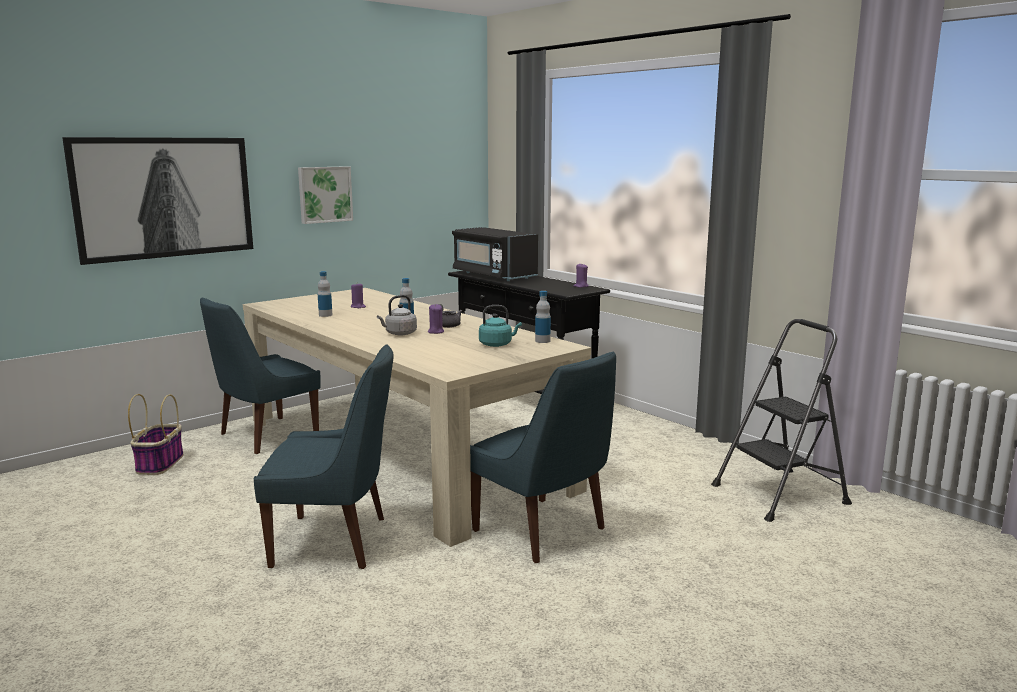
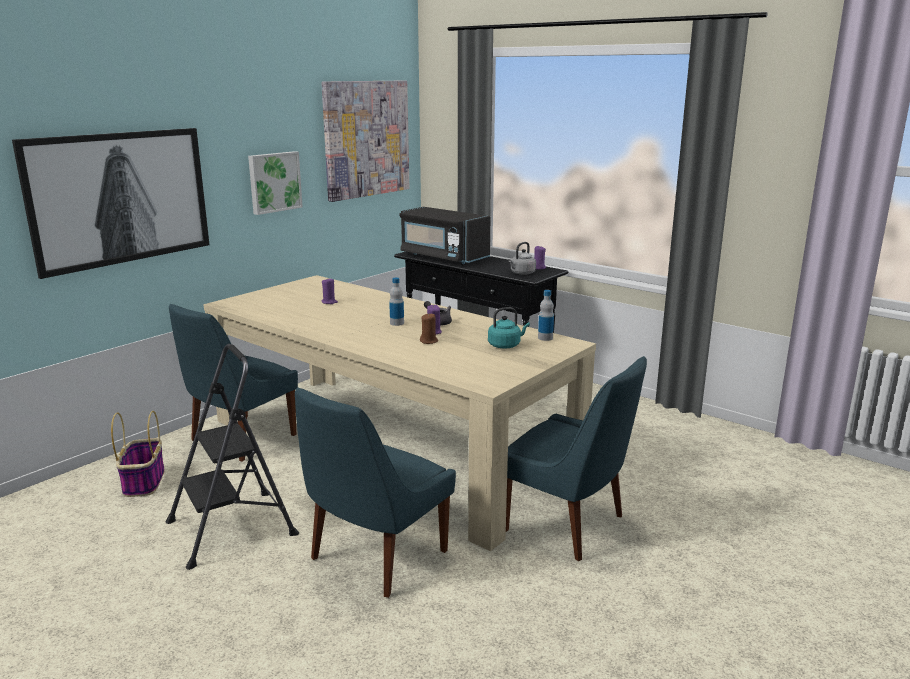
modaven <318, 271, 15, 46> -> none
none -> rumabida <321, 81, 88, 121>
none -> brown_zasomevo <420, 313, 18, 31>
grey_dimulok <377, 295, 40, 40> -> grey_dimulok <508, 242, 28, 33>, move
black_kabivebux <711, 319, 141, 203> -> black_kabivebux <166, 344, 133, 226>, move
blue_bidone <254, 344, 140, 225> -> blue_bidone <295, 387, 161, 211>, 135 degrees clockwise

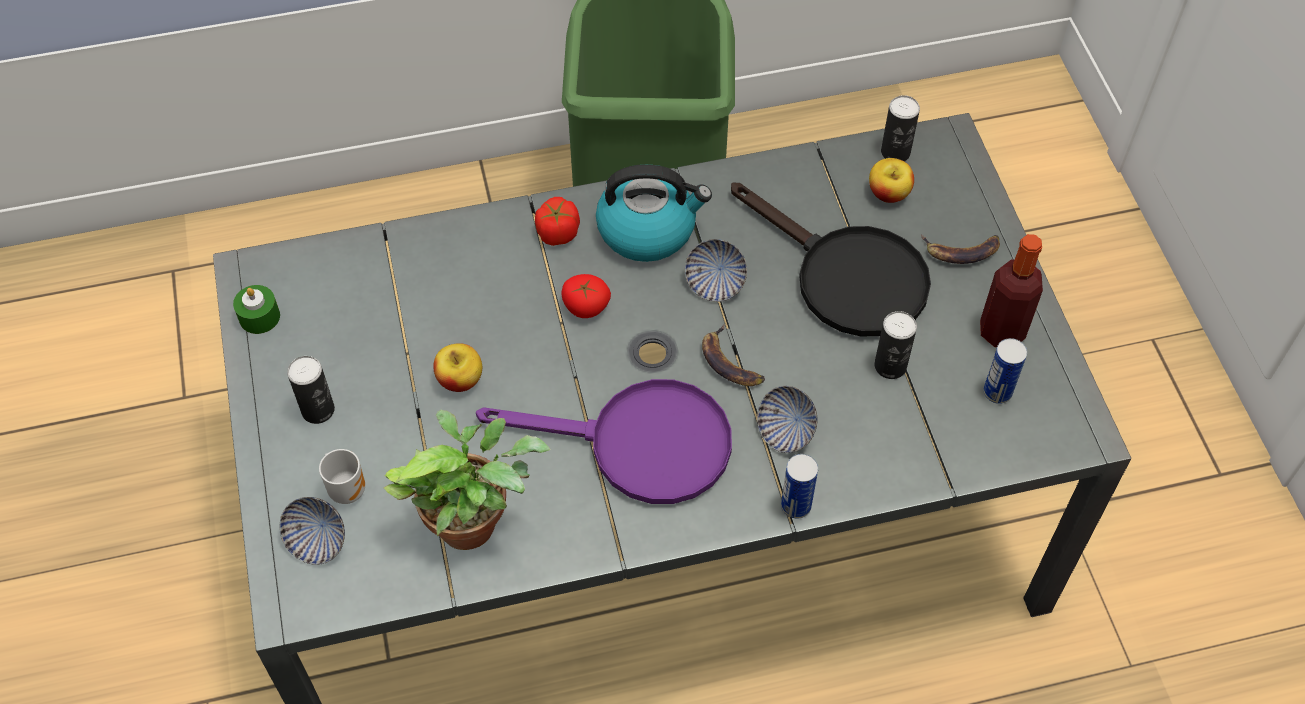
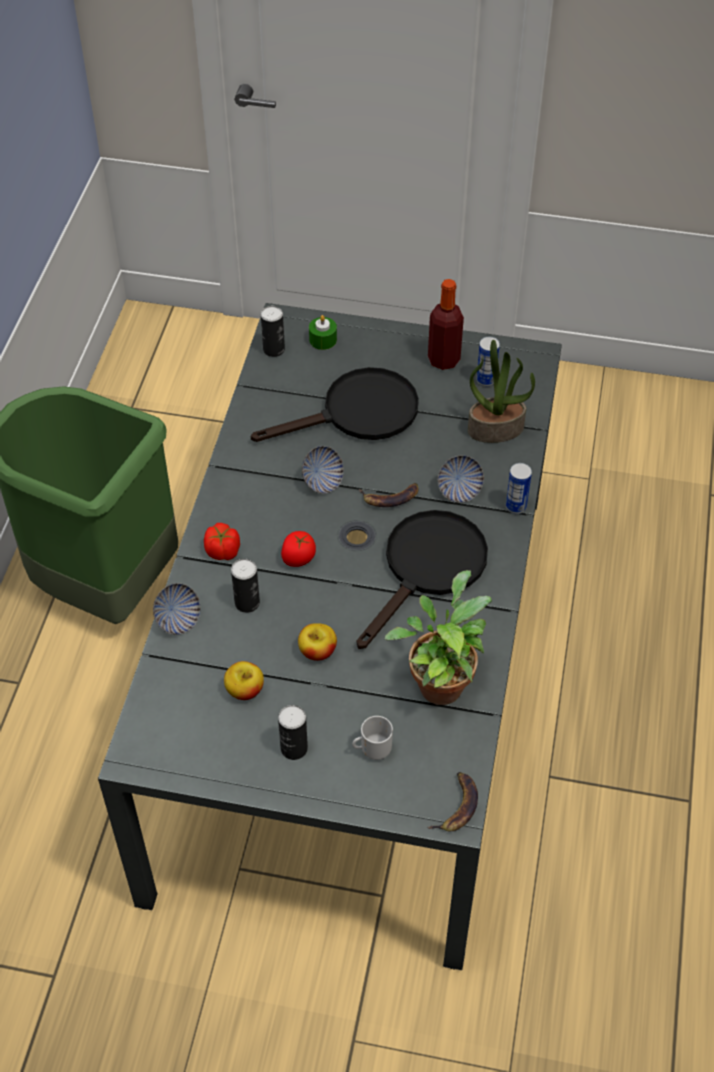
dimulok <596, 164, 116, 98> -> none
none -> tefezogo <468, 340, 67, 103>
green_zasomevo <233, 285, 47, 49> -> green_zasomevo <309, 315, 28, 35>, move
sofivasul <279, 497, 66, 68> -> sofivasul <153, 583, 48, 52>, move
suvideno <869, 158, 45, 45> -> suvideno <224, 661, 40, 39>, move
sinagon <874, 311, 43, 68> -> sinagon <231, 559, 29, 54>, move
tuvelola <921, 235, 79, 29> -> tuvelola <427, 772, 51, 59>, move
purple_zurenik <476, 379, 256, 125> -> black_zurenik <357, 510, 131, 139>

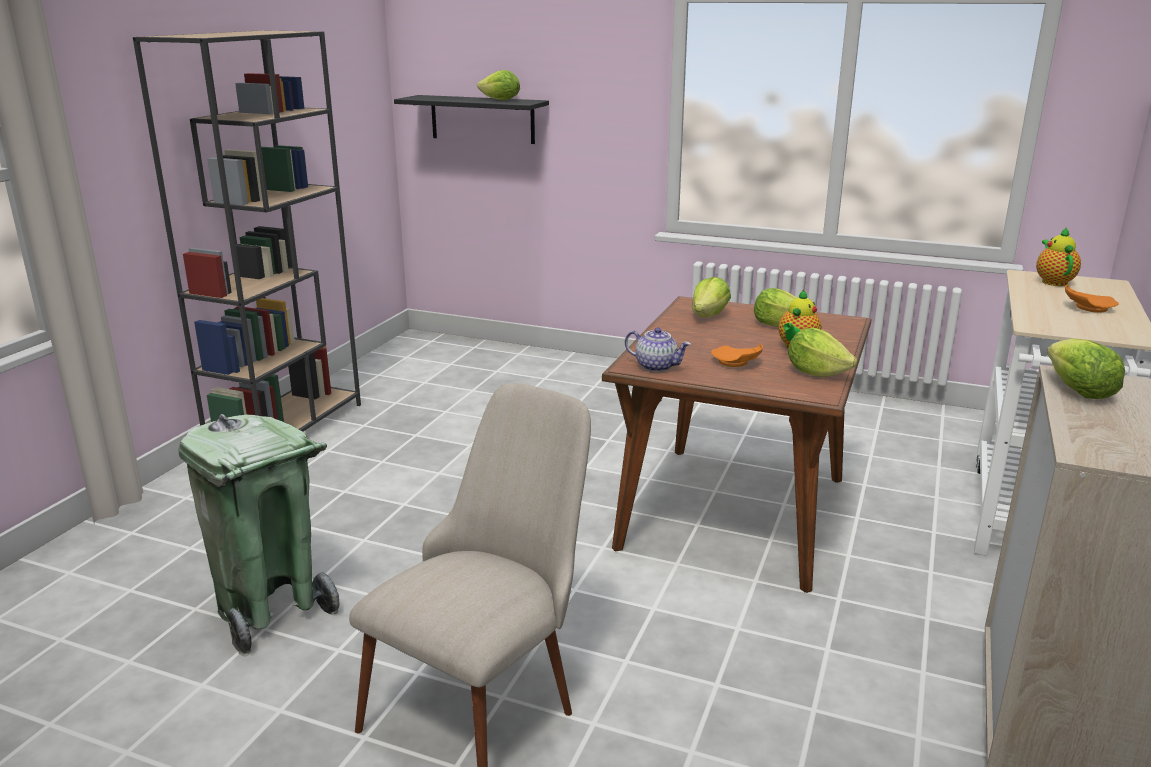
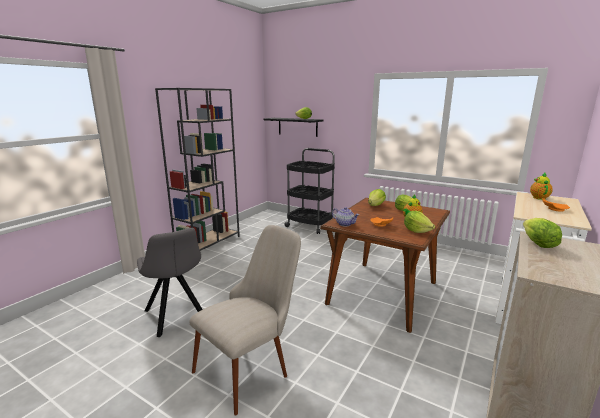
none -> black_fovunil <284, 148, 51, 86>
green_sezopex <178, 414, 162, 242> -> grey_bidone <137, 228, 66, 109>

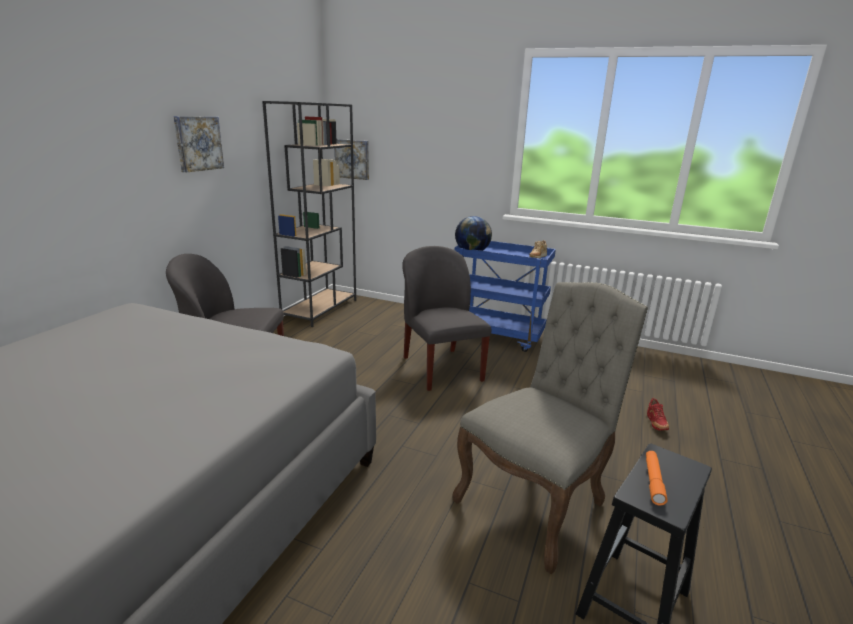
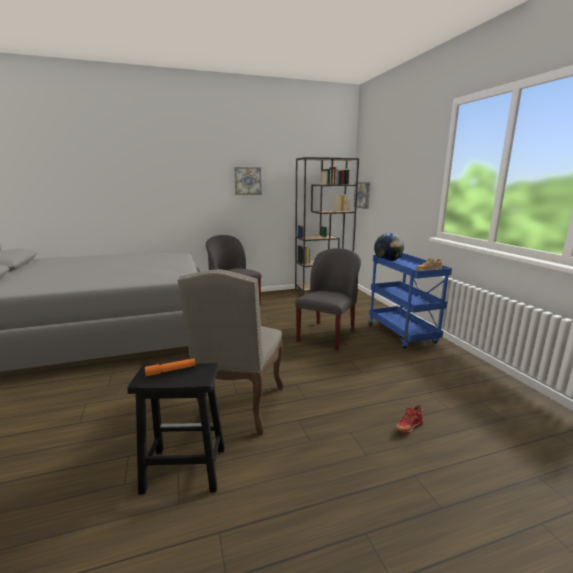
grey_bidone <452, 282, 196, 292> -> grey_bidone <178, 269, 105, 166>, 90 degrees clockwise

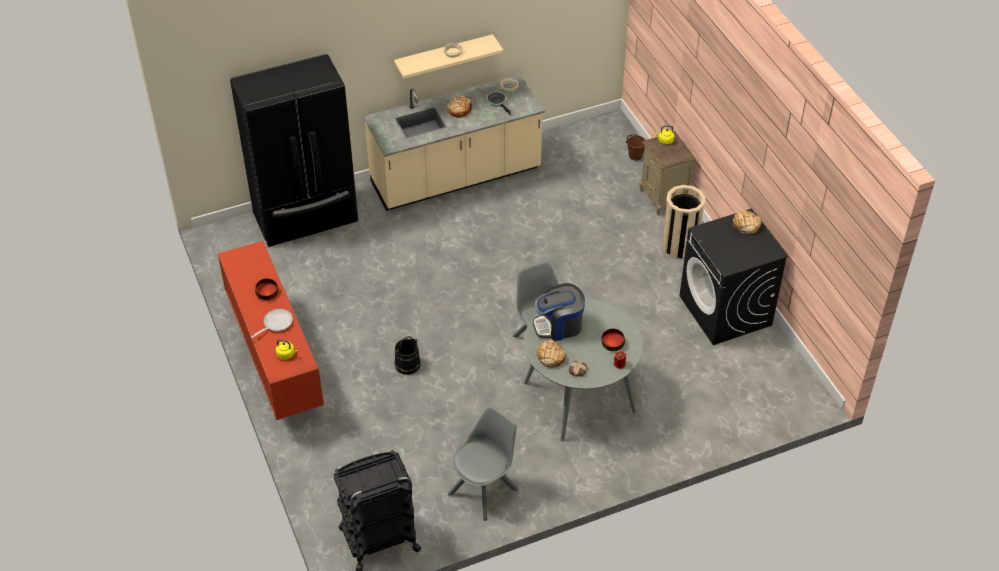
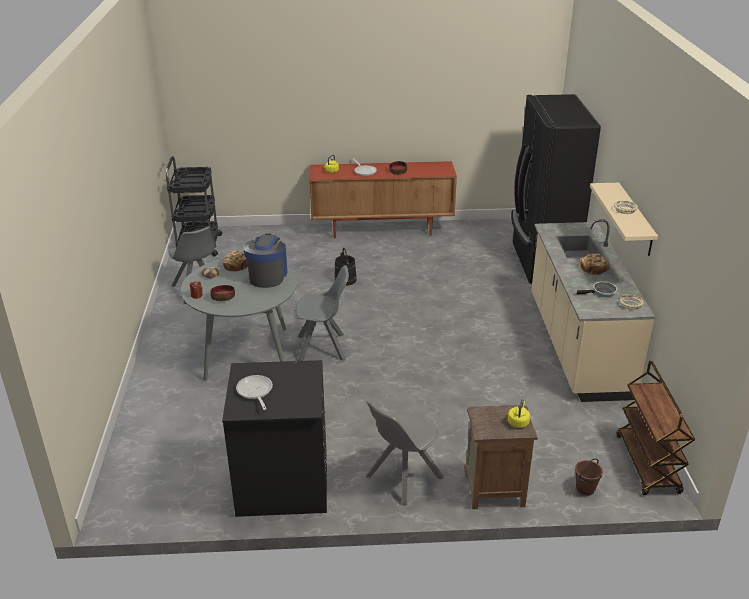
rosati <733, 210, 28, 25> -> none
none -> zurenik <236, 375, 37, 35>
none -> brown_fovunil <616, 361, 79, 134>
beige_sezopex <662, 185, 44, 75> -> grey_bidone <366, 400, 78, 106>

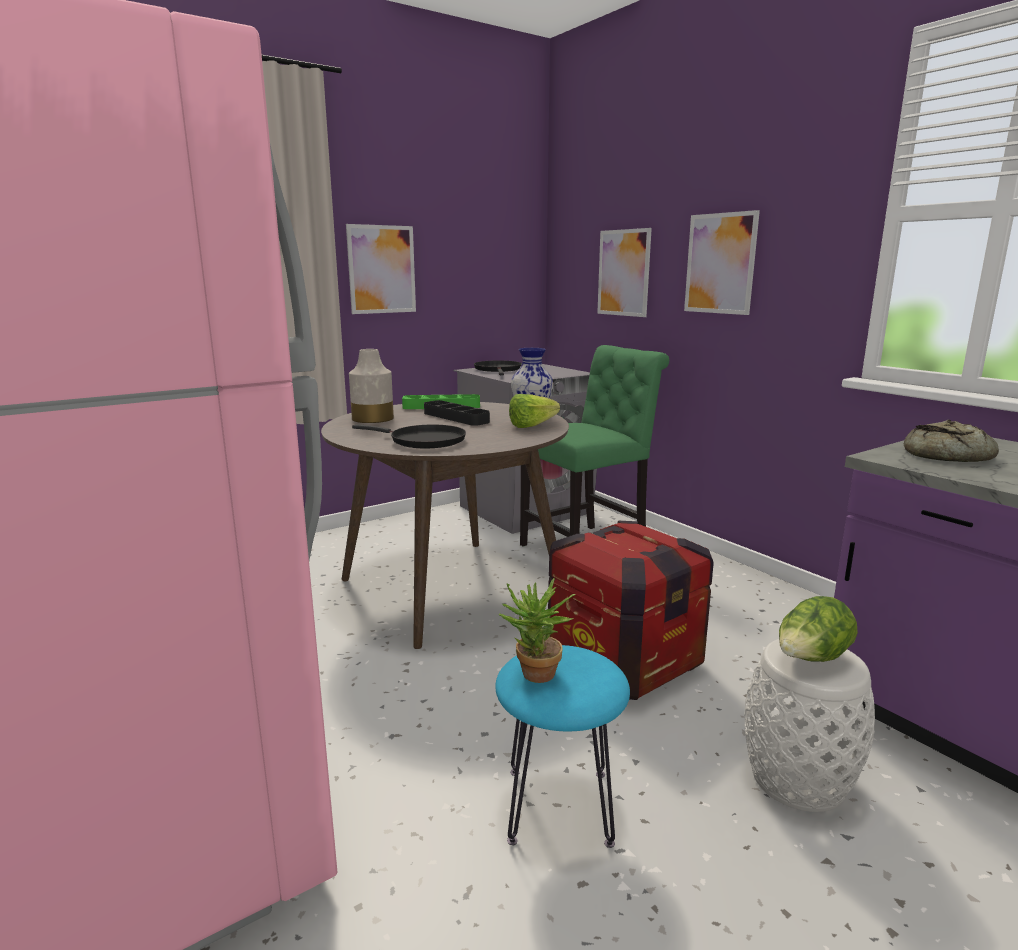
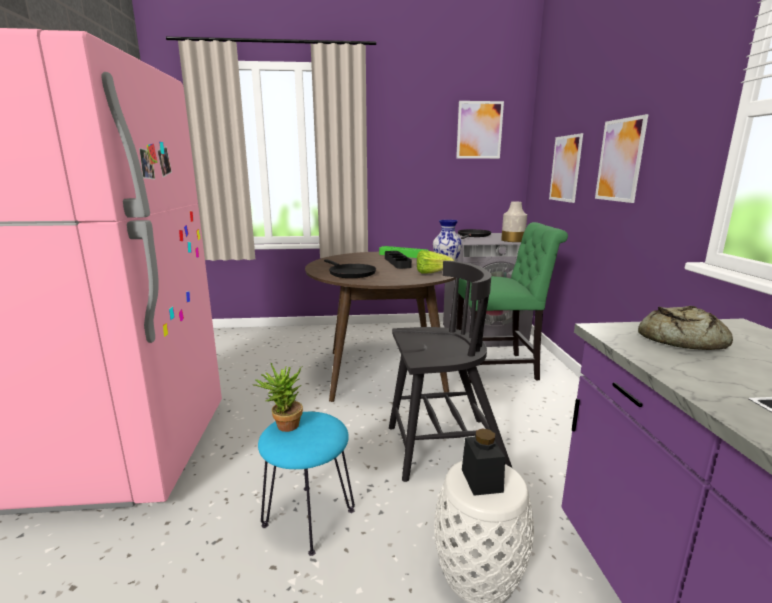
rumabida <346, 224, 70, 90> -> rumabida <456, 101, 48, 58>, move
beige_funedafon <349, 349, 45, 74> -> beige_funedafon <501, 202, 26, 40>, move
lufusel <548, 521, 166, 179> -> black_bidone <389, 261, 123, 221>
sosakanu <779, 596, 79, 66> -> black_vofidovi <462, 428, 43, 68>

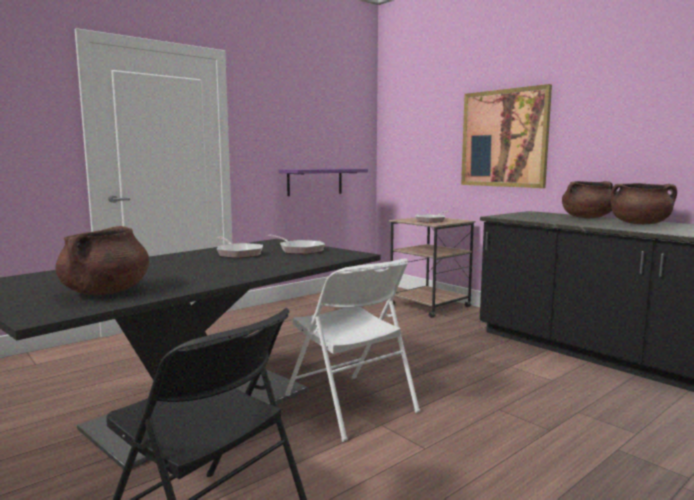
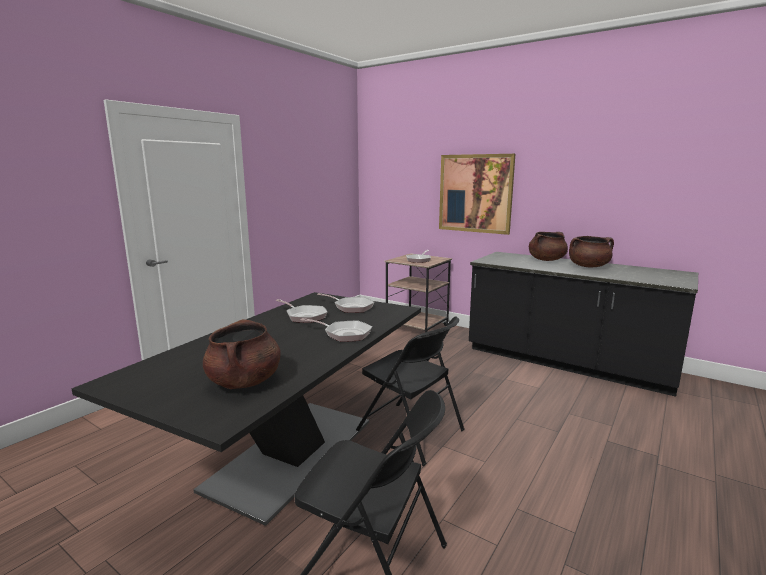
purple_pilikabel <279, 169, 89, 27> -> none
none -> zurenik <301, 318, 71, 24>
white_bidone <285, 258, 135, 184> -> black_bidone <356, 316, 108, 151>

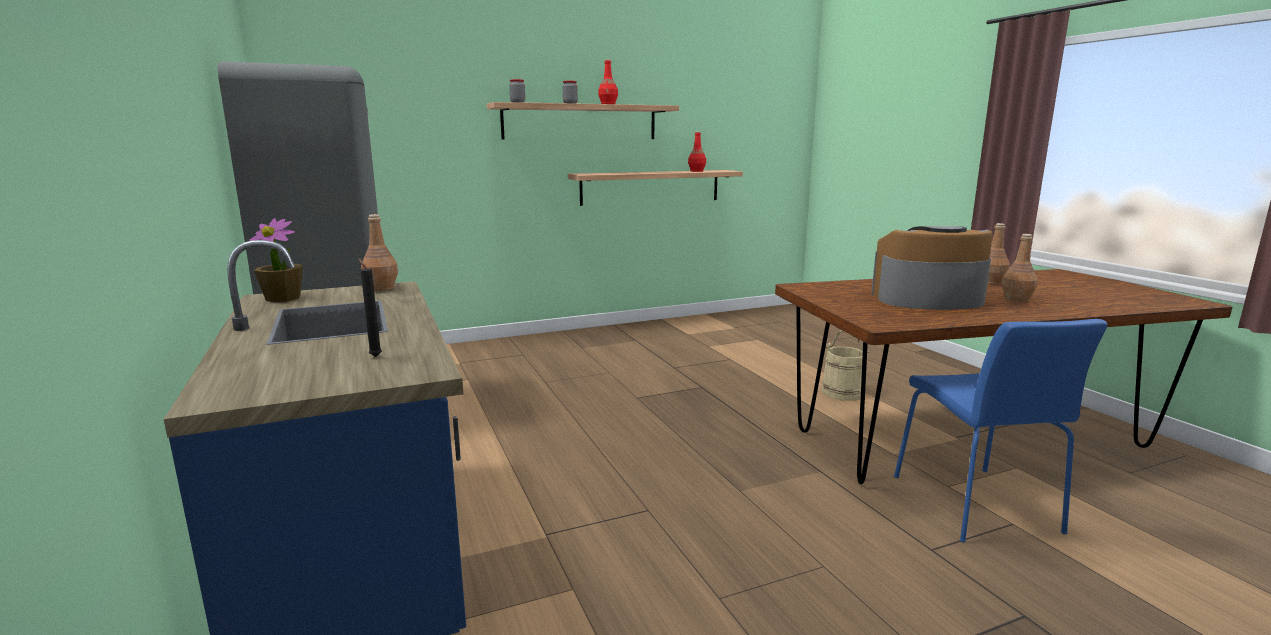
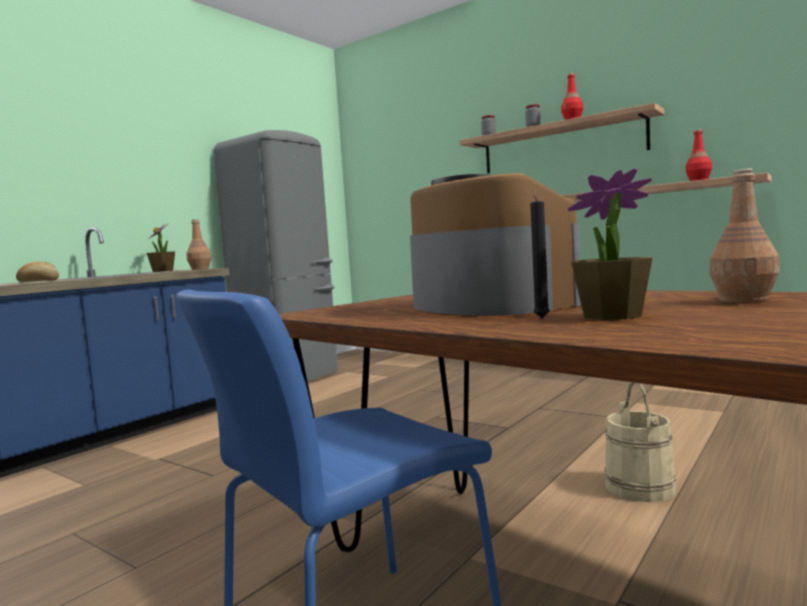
none -> rosati <16, 262, 43, 20>
black_zasomevo <358, 258, 24, 99> -> black_zasomevo <530, 190, 20, 128>, move
brown_modaven <1001, 234, 37, 68> -> tefezogo <568, 168, 84, 152>

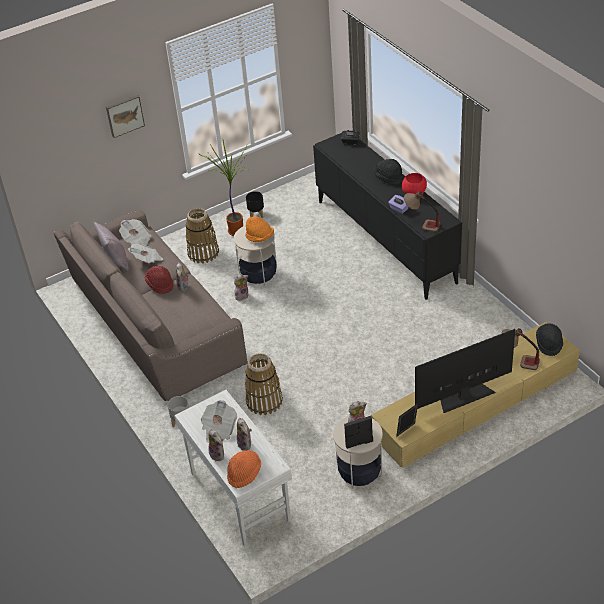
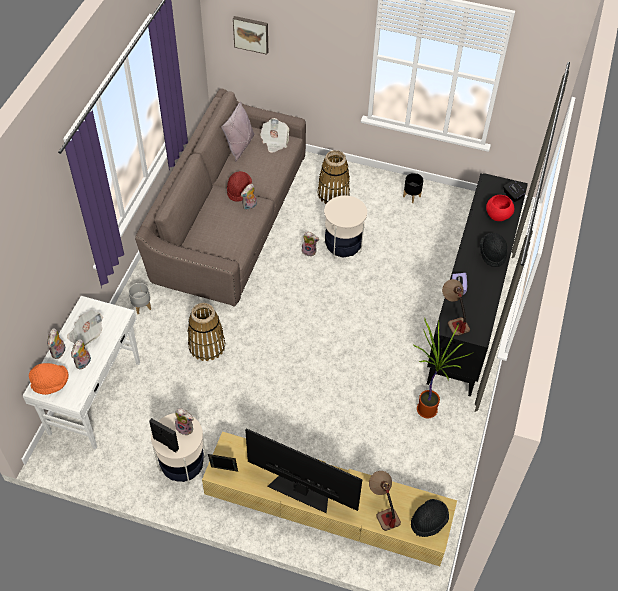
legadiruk <128, 243, 35, 20> -> none
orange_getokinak <246, 216, 28, 26> -> none
rumabida <106, 95, 39, 43> -> rumabida <233, 16, 35, 39>, move
tefezogo <199, 140, 50, 96> -> tefezogo <413, 319, 59, 99>, move
red_sofivasul <402, 173, 25, 21> -> red_sofivasul <486, 195, 28, 26>, move

